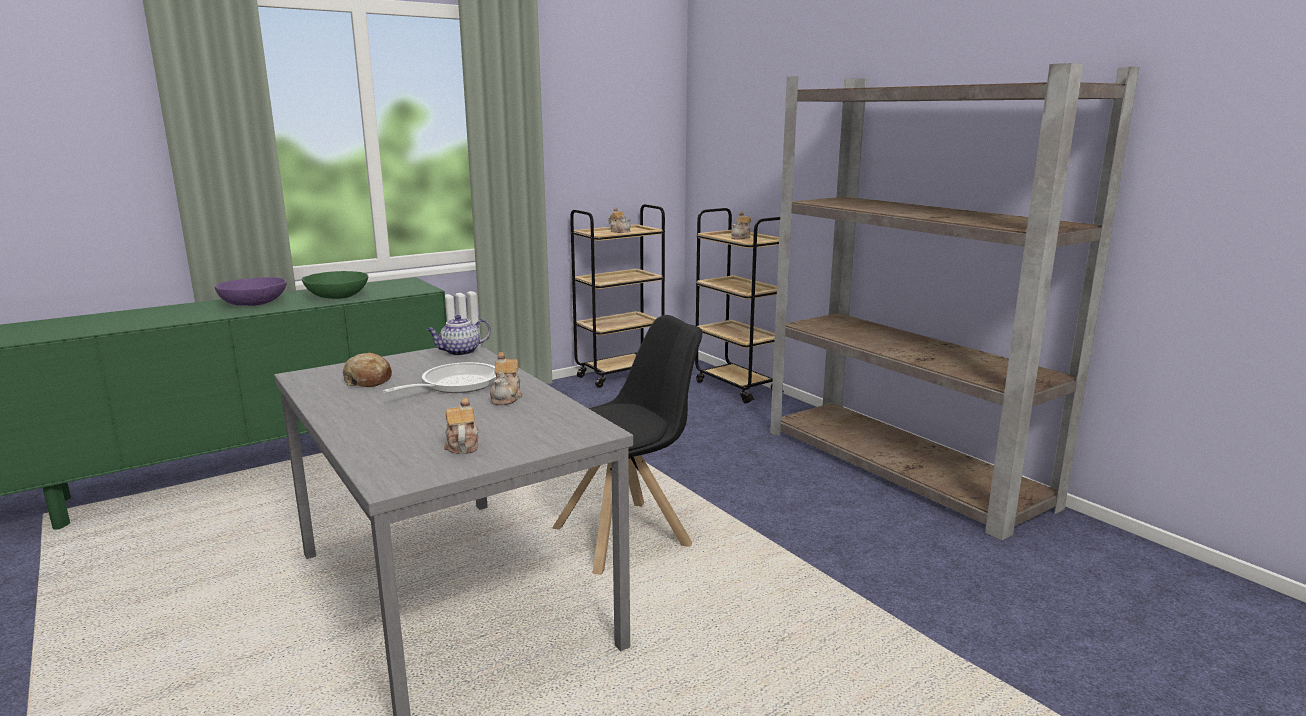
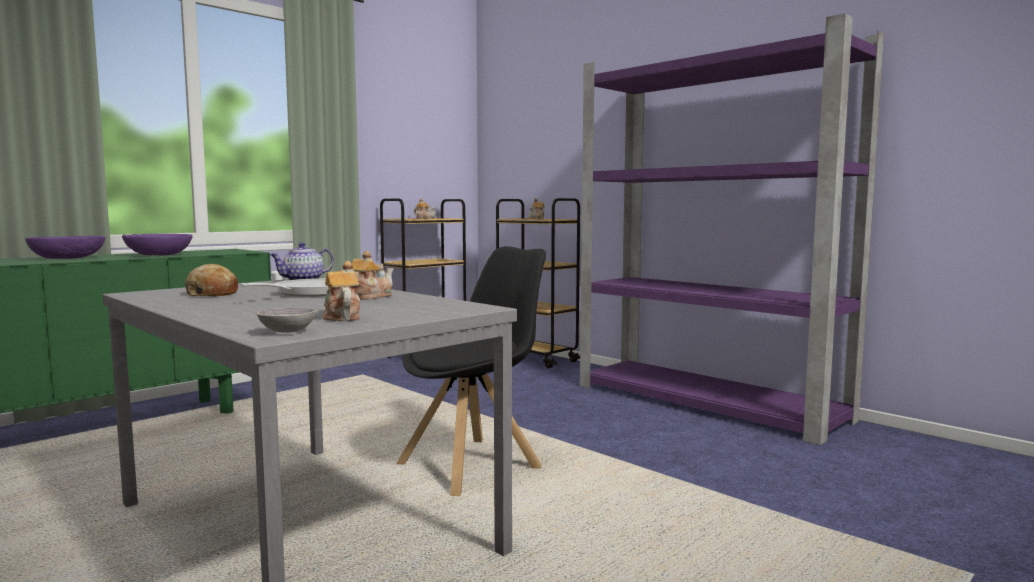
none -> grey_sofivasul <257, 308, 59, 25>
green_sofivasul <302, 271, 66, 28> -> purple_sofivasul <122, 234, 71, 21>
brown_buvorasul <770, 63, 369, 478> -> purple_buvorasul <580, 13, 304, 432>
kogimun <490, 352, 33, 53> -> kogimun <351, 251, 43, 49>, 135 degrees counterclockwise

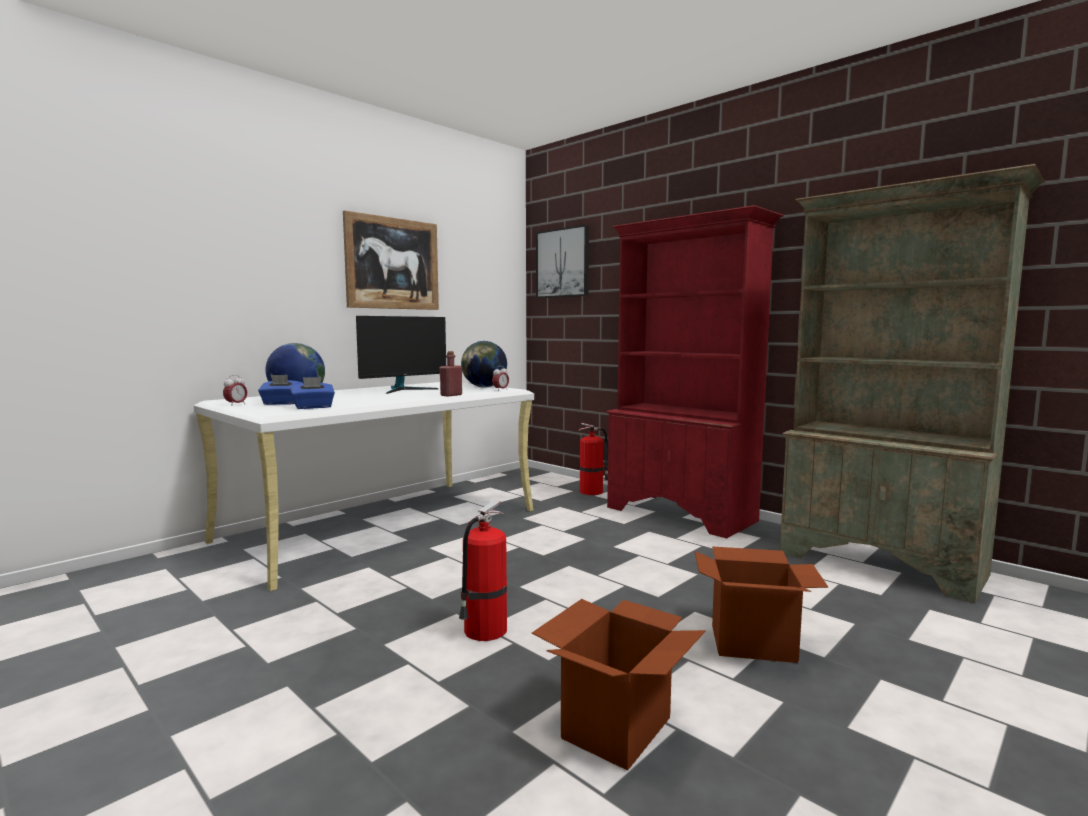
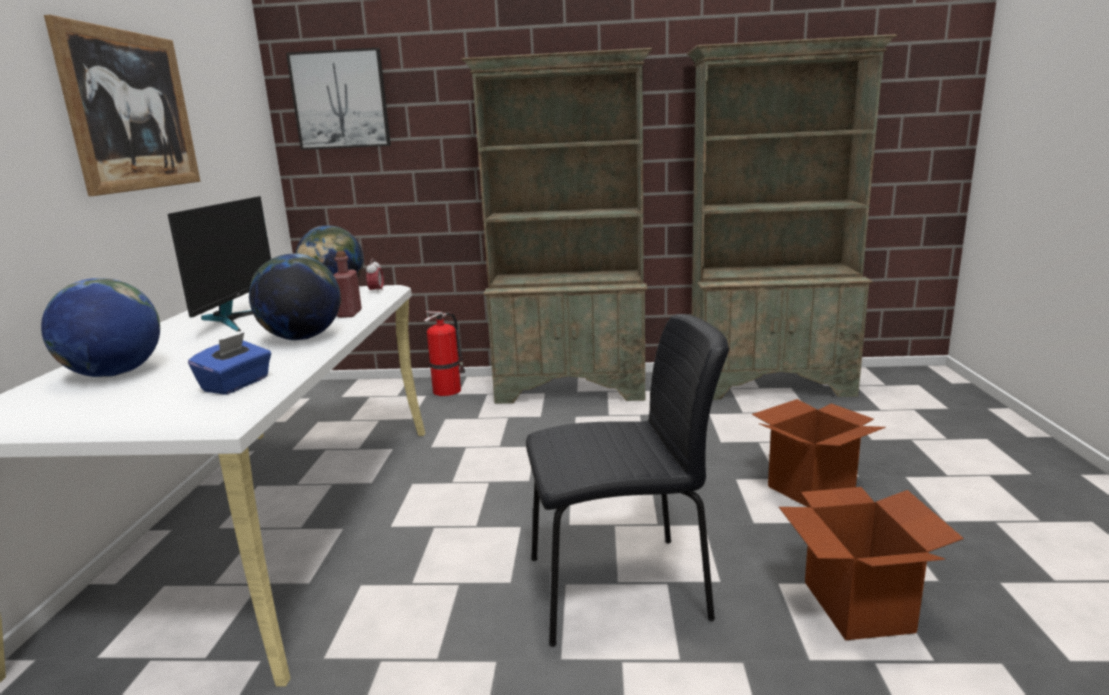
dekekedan <223, 375, 24, 31> -> none
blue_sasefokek <258, 375, 45, 30> -> none
none -> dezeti <249, 253, 92, 87>
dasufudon <459, 500, 48, 141> -> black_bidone <526, 314, 203, 333>
red_buvorasul <606, 205, 178, 333> -> green_buvorasul <461, 48, 191, 356>

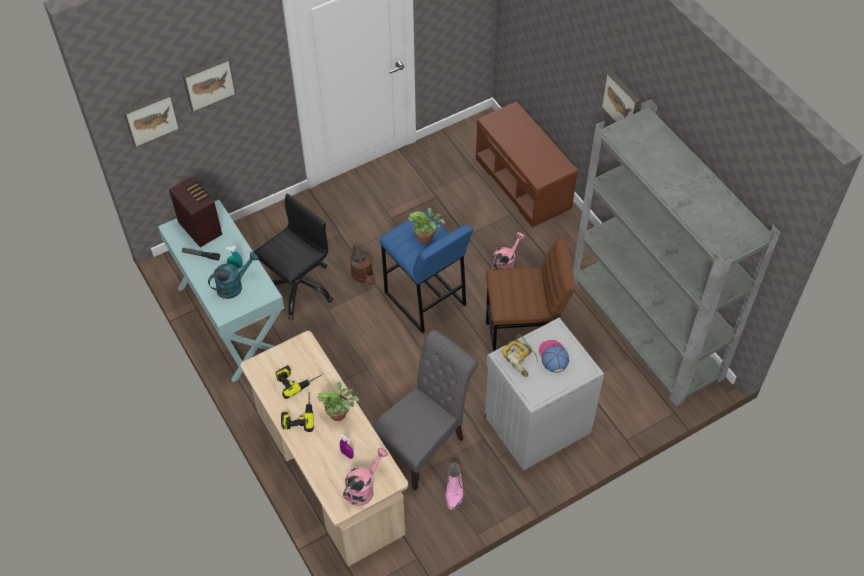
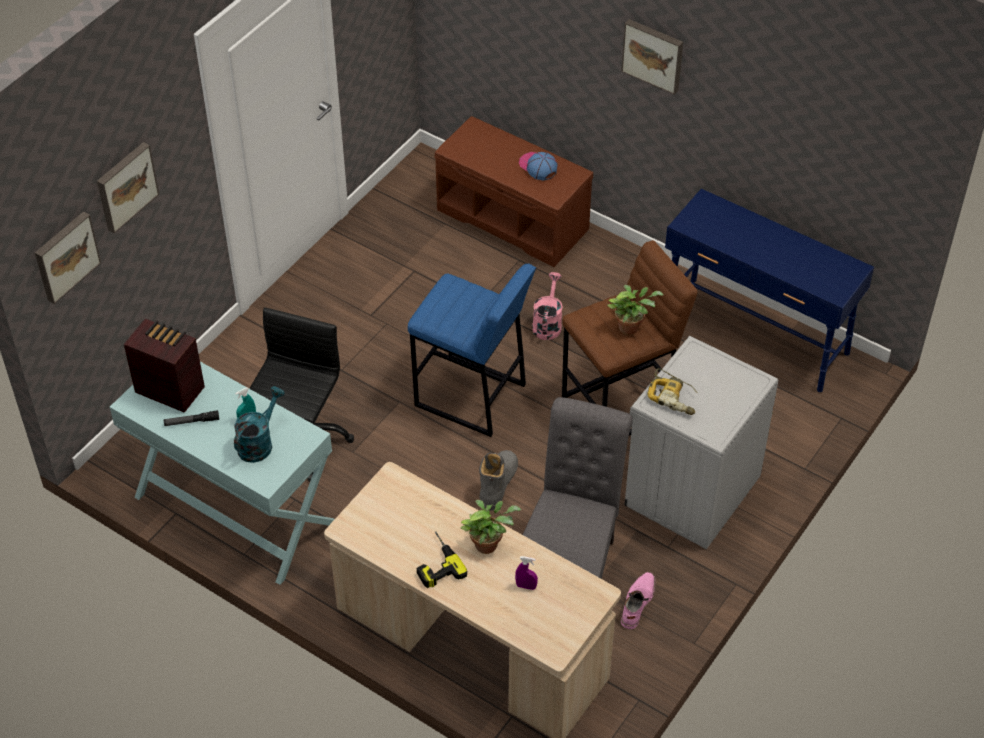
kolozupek <275, 365, 47, 34> -> none
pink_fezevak <343, 448, 45, 58> -> none
brown_fezevak <350, 245, 25, 40> -> none
none -> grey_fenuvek <479, 450, 39, 61>
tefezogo <408, 208, 37, 35> -> tefezogo <607, 285, 57, 50>, move
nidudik <539, 340, 30, 32> -> nidudik <519, 152, 39, 28>, move
grey_buvorasul <573, 99, 208, 307> -> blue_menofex <665, 189, 209, 203>
pink_fenuvek <445, 462, 19, 48> -> pink_fenuvek <621, 572, 35, 57>, 135 degrees counterclockwise

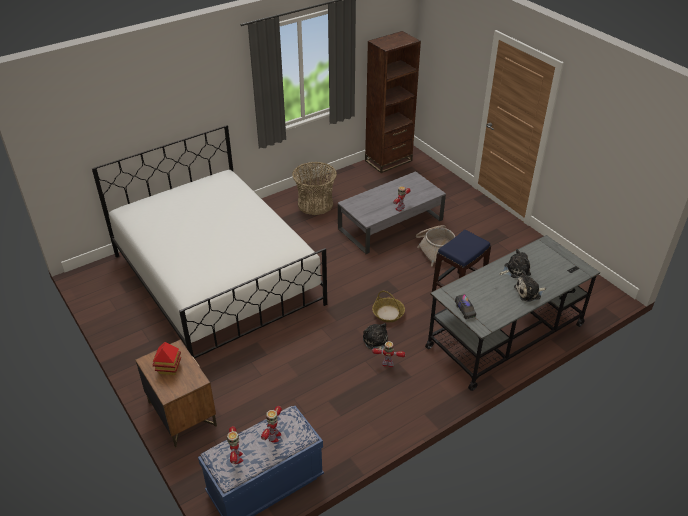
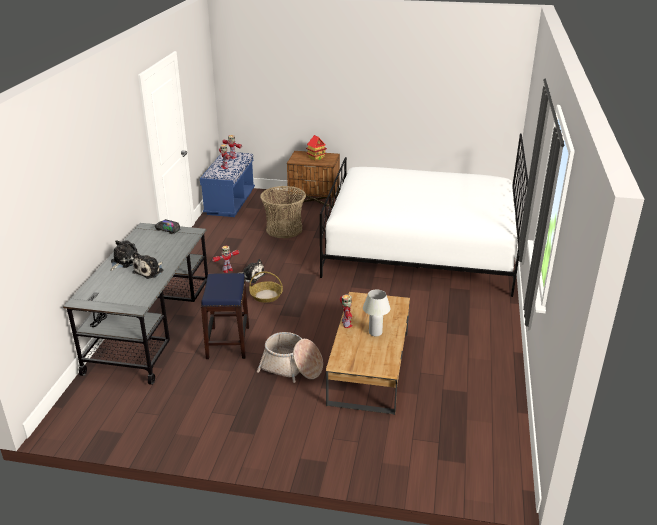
brown_buvorasul <365, 31, 56, 142> -> none
none -> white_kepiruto <363, 290, 28, 46>
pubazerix <292, 162, 45, 53> -> pubazerix <260, 186, 46, 52>, move
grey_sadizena <338, 171, 108, 83> -> brown_sadizena <326, 292, 84, 123>

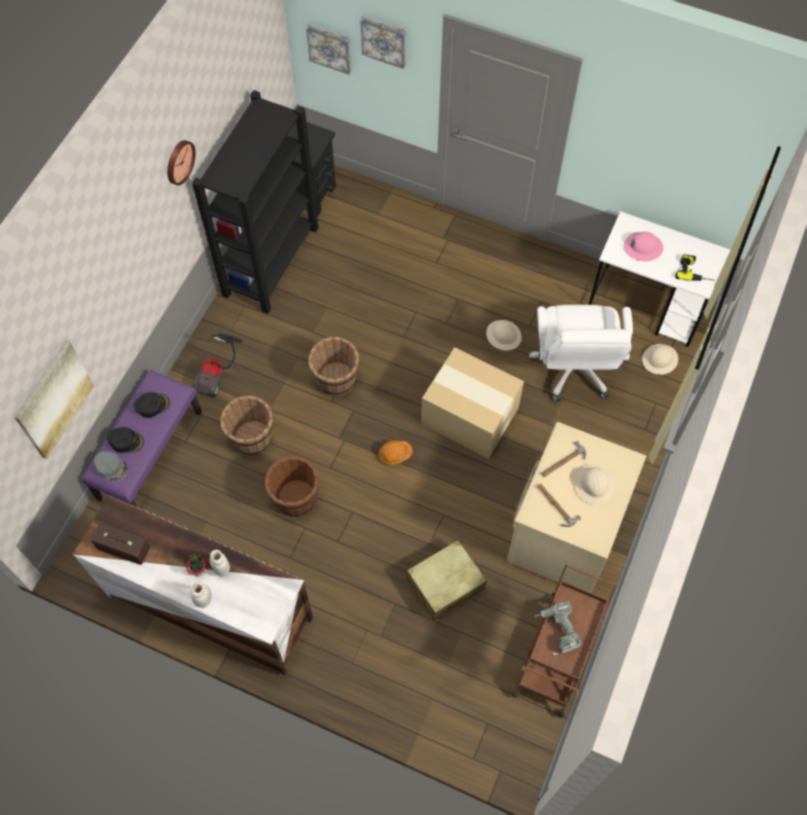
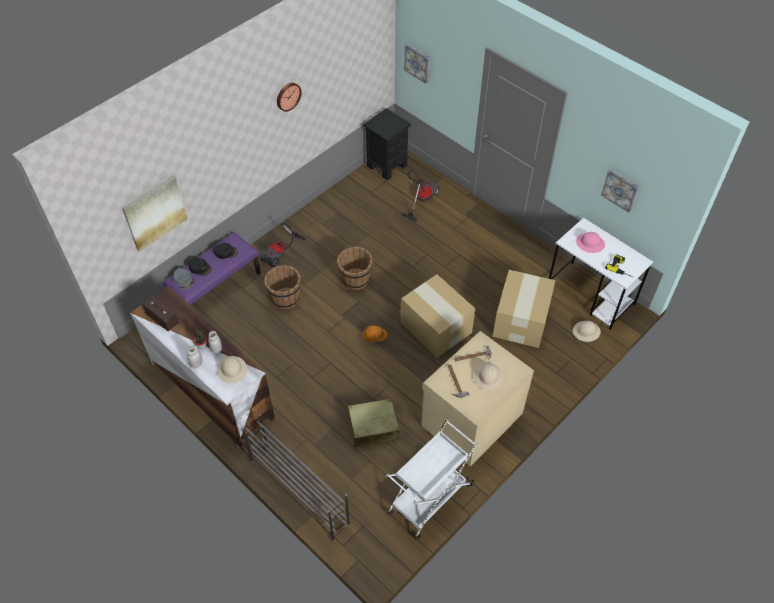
black_buvorasul <192, 90, 127, 224> -> none
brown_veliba <265, 456, 54, 61> -> none
kolozupek <535, 601, 46, 54> -> none
none -> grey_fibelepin <242, 414, 108, 127>
none -> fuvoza <402, 170, 38, 52>
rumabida <360, 16, 46, 53> -> rumabida <601, 169, 38, 44>, move
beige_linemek <486, 320, 36, 31> -> beige_linemek <217, 356, 30, 27>, move
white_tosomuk <529, 305, 104, 97> -> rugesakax <493, 270, 63, 78>
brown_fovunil <512, 561, 106, 157> -> white_fovunil <386, 418, 92, 121>

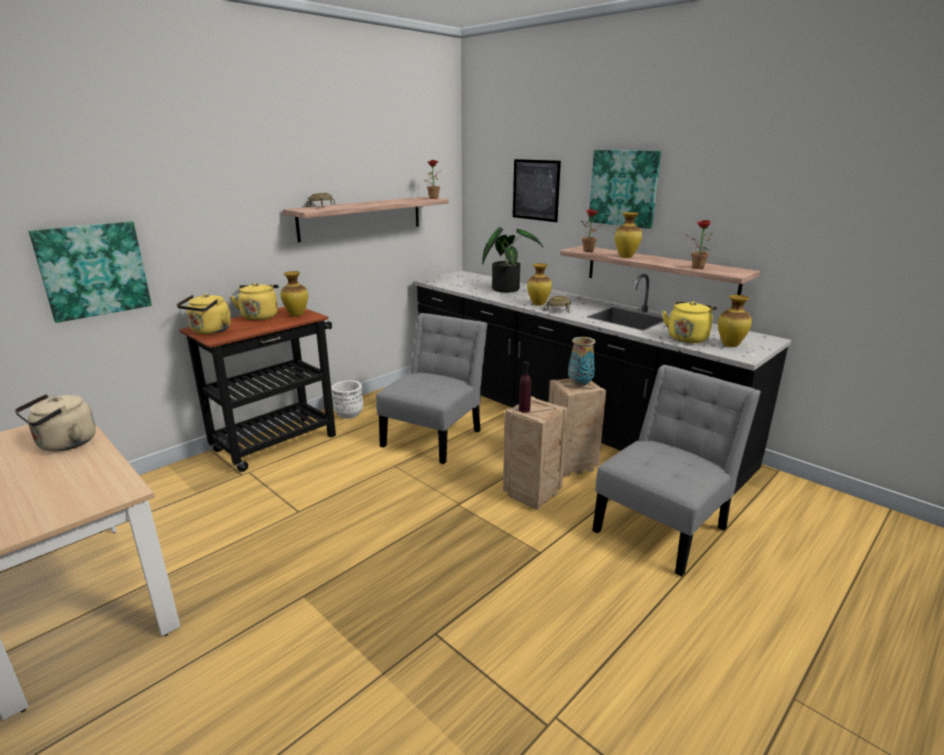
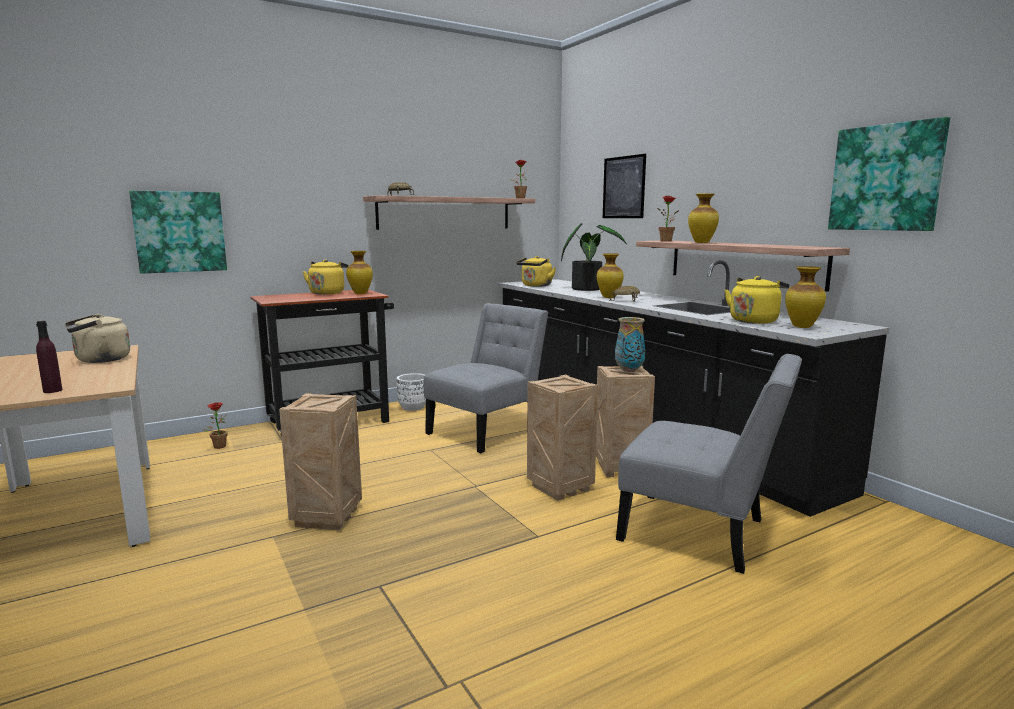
none -> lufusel <279, 393, 83, 137>
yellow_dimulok <176, 294, 55, 40> -> yellow_dimulok <516, 256, 40, 31>, move
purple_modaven <519, 361, 12, 52> -> purple_modaven <36, 321, 26, 72>, move
rumabida <589, 150, 72, 79> -> rumabida <828, 117, 122, 114>, move
tefezogo <685, 220, 28, 49> -> tefezogo <203, 402, 25, 47>, move
grey_bidone <592, 365, 169, 212> -> grey_bidone <616, 354, 186, 220>, 60 degrees clockwise

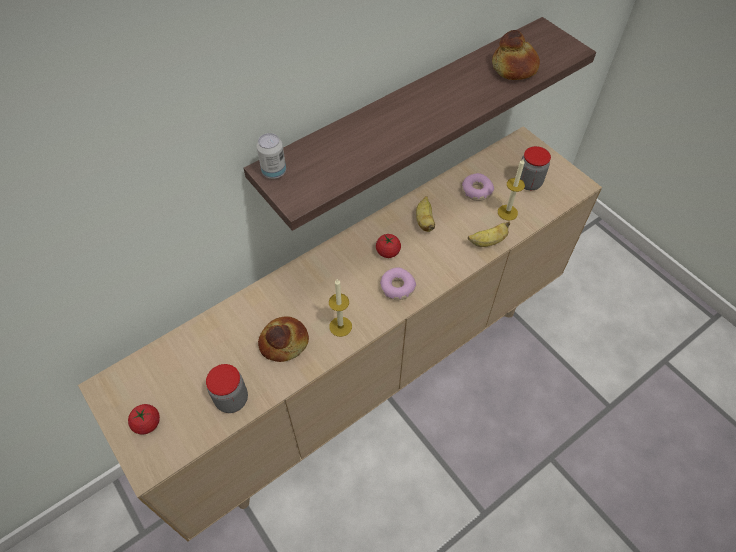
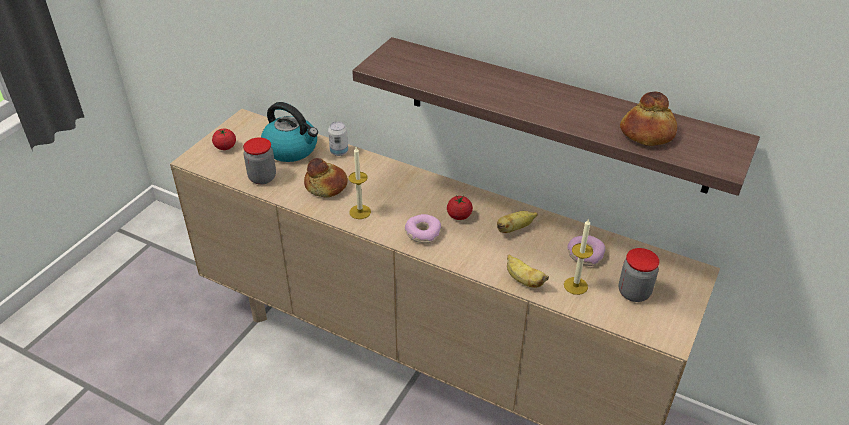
none -> dimulok <261, 102, 57, 60>
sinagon <257, 133, 29, 46> -> sinagon <328, 122, 20, 34>, move

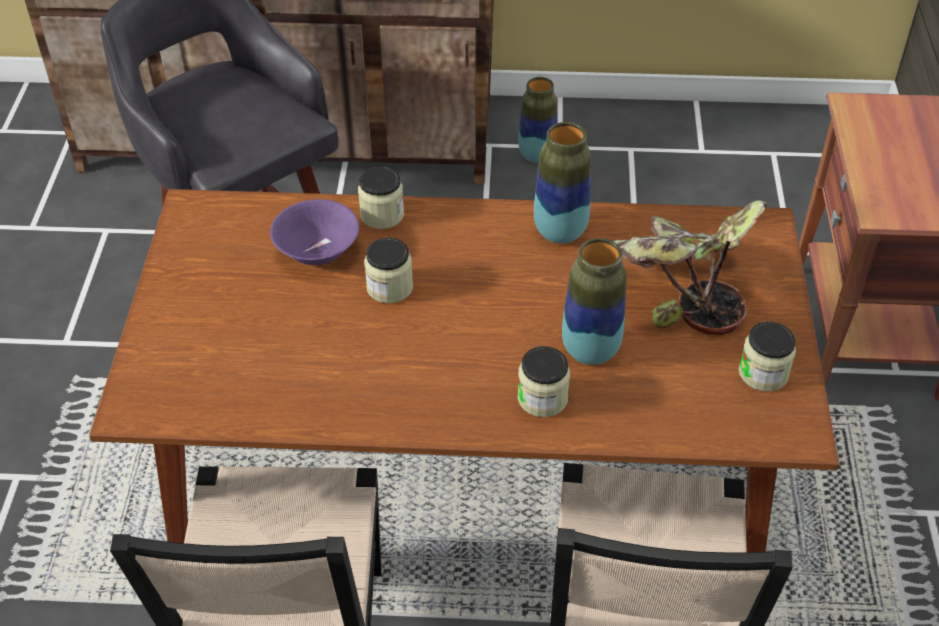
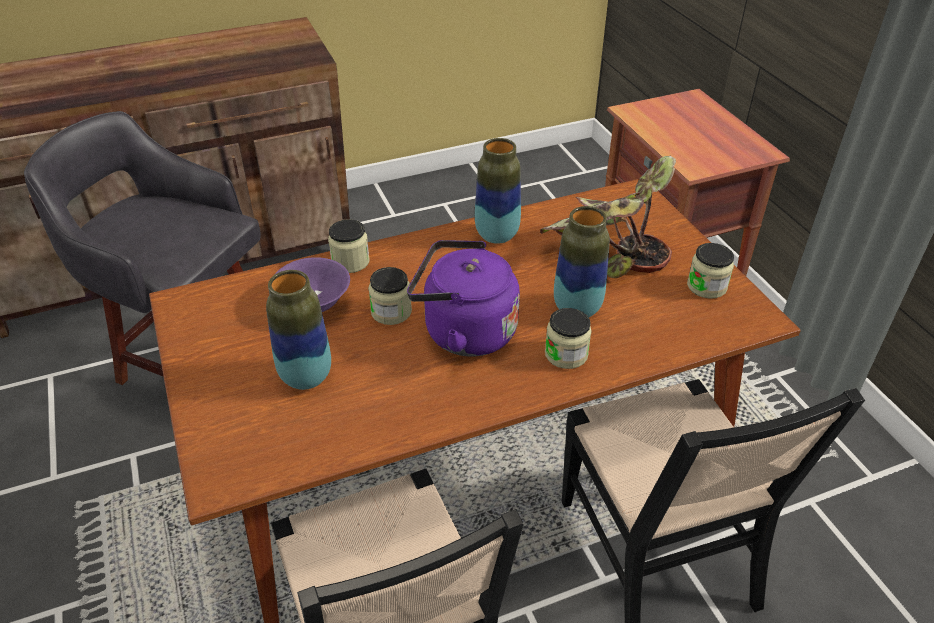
none -> purple_dimulok <407, 240, 113, 117>
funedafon <518, 77, 39, 86> -> funedafon <266, 270, 65, 120>, move

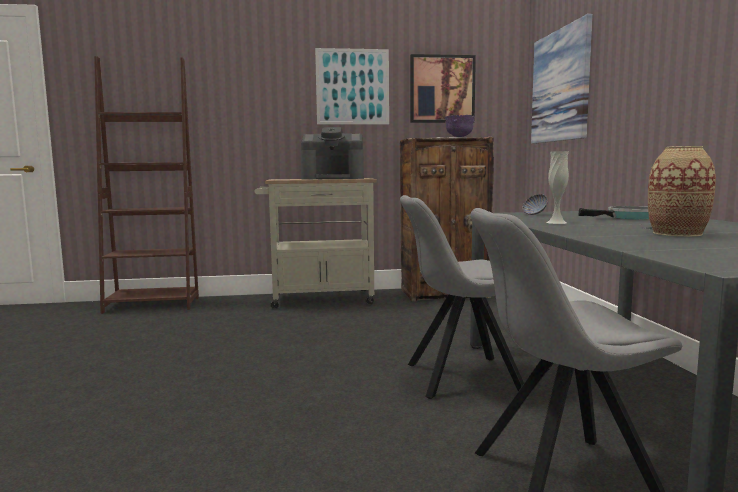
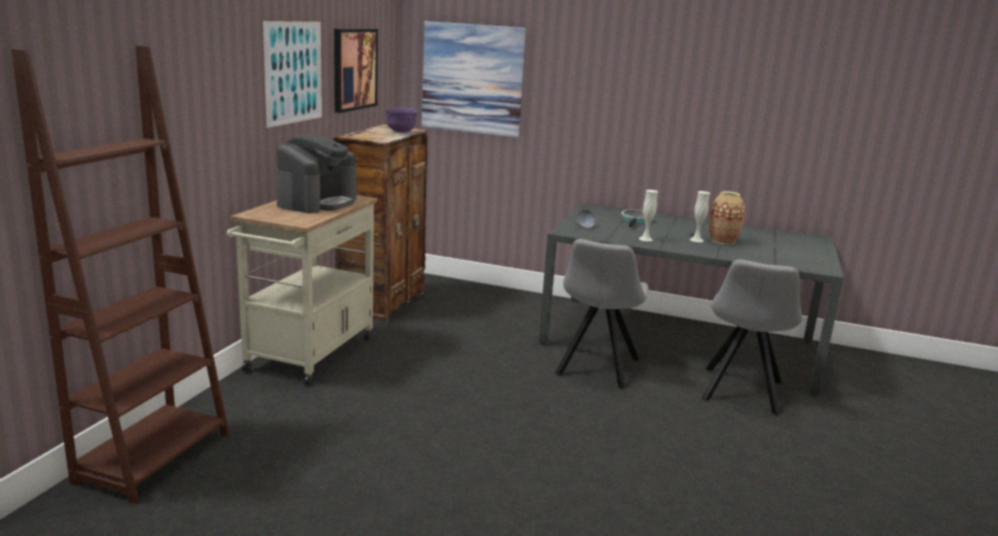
none -> white_funedafon <690, 191, 20, 51>

